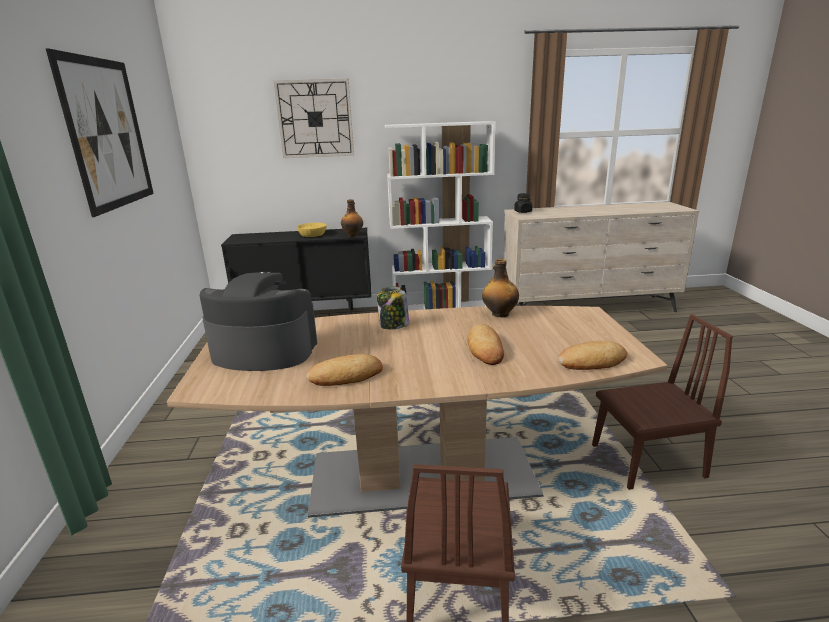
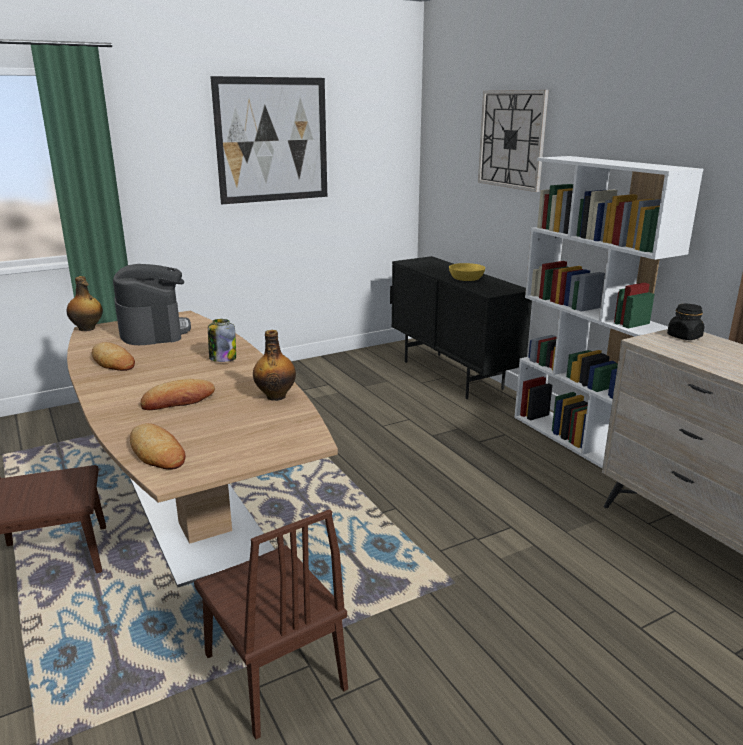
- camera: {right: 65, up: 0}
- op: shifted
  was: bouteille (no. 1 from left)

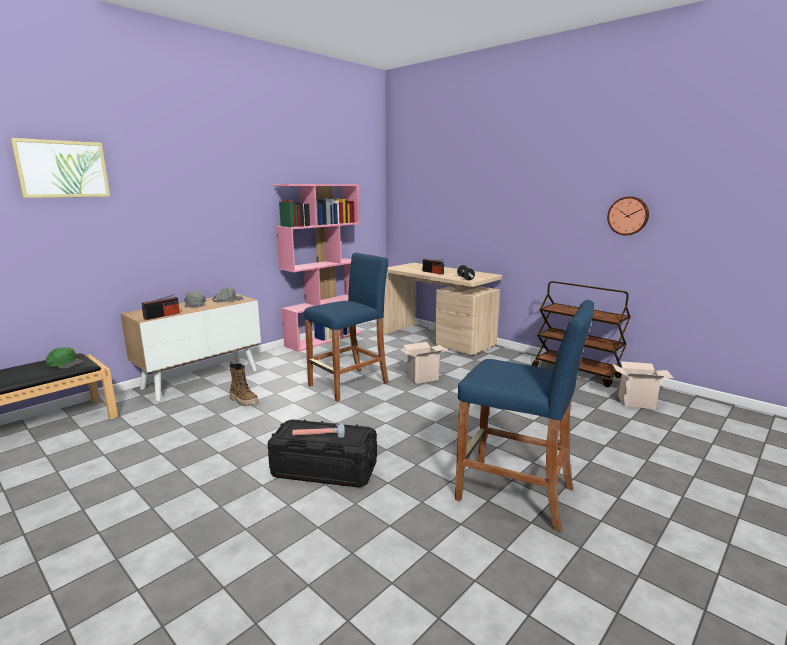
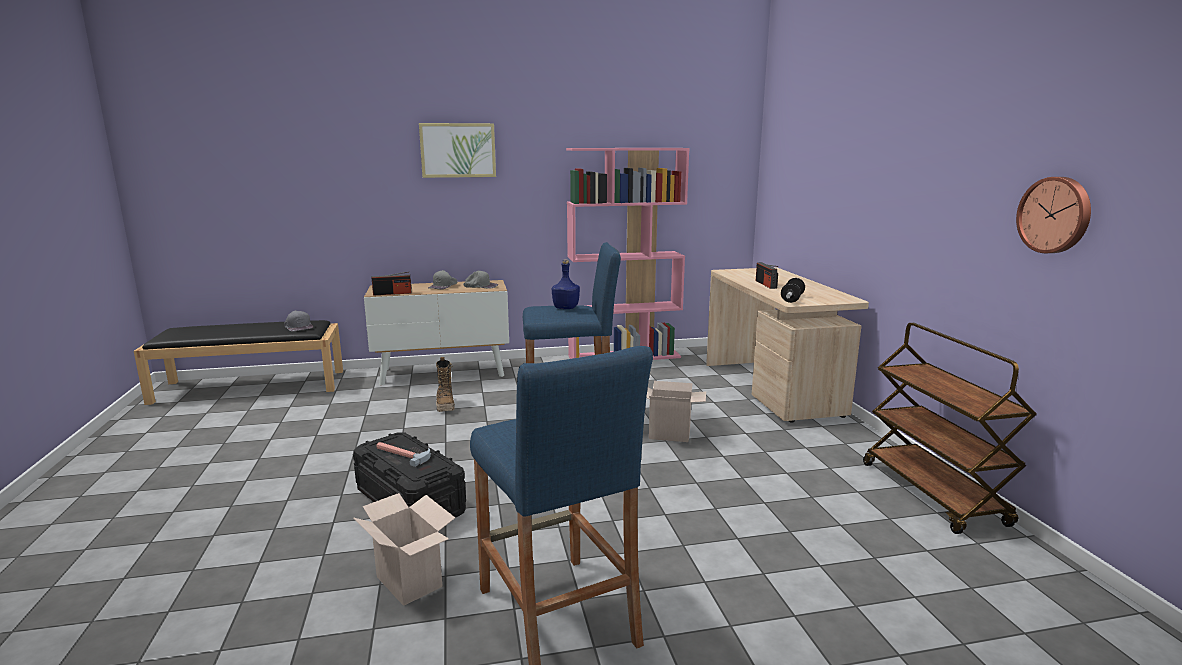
- camera: {right: 35, up: 0}
- op: shifted
  was: tableau
- op: repainted
  was: casquette/vert
  now: casquette/gris (no. 1 from left)
- op: shifted
  was: carton (no. 2 from left in the first image)
  now: carton (no. 1 from left)
- op: new
  now: bouteille/bleu

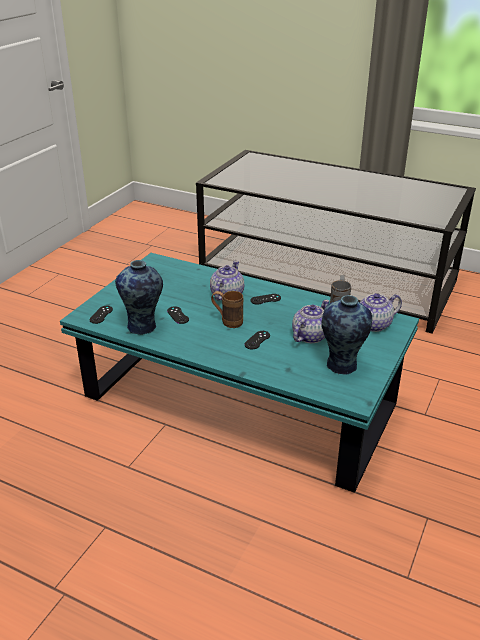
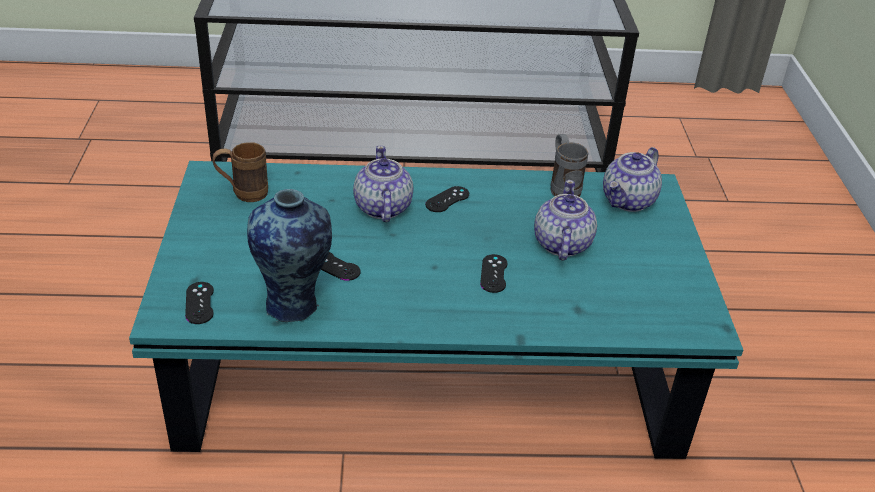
- camera: {right: -30, up: 5}
- op: shifted
  was: mug/marron
- op: gone
  was: vase (no. 2 from left)

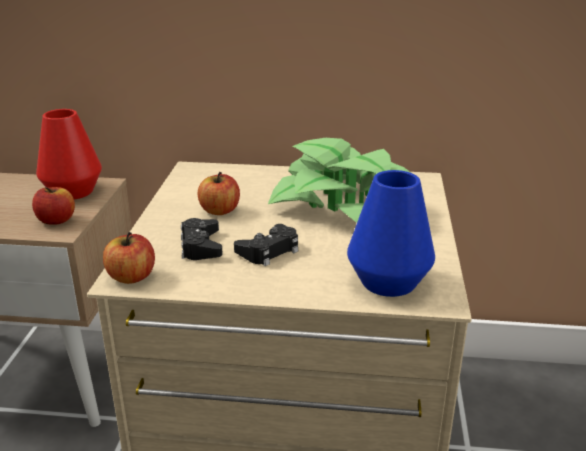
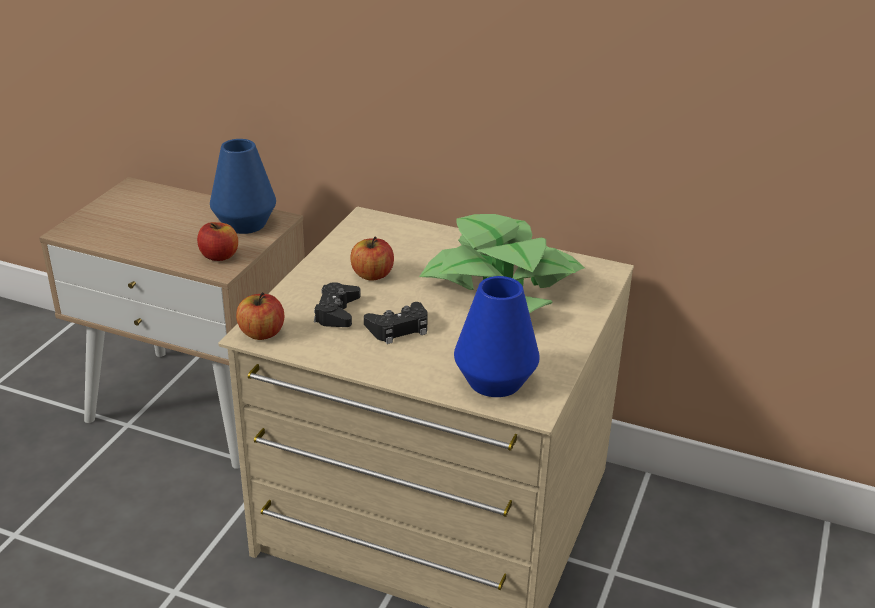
- camera: {right: 15, up: 5}
- op: repainted
  was: vase/rouge
  now: vase/bleu (no. 1 from left)

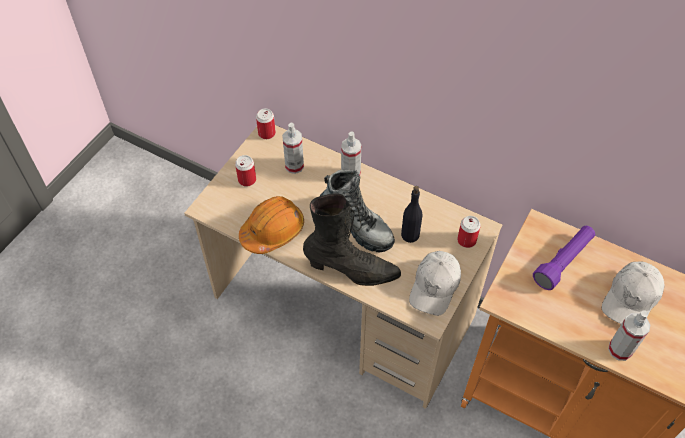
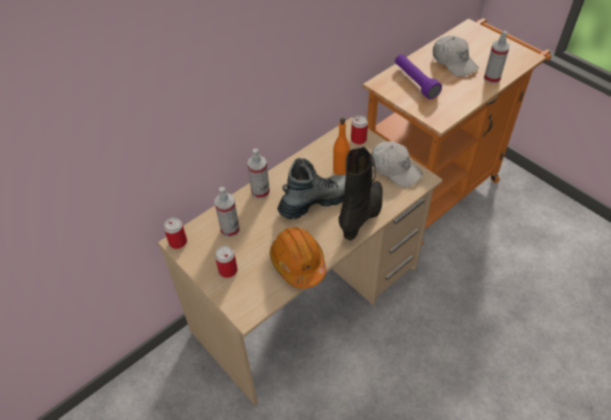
- camera: {right: -70, up: -5}
- op: repainted
  was: bouteille/noir
  now: bouteille/orange

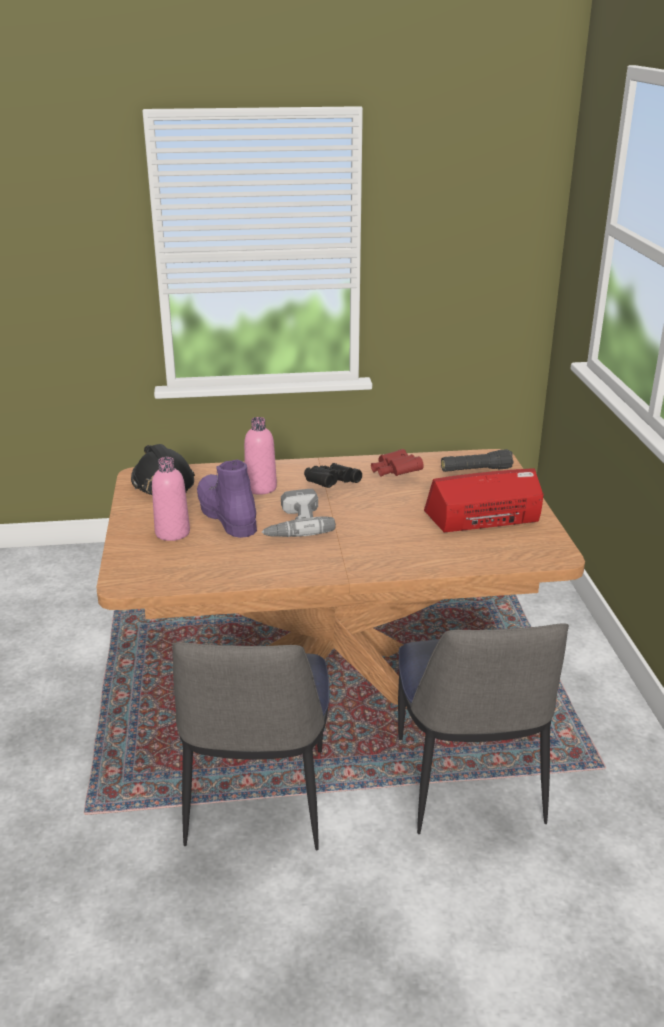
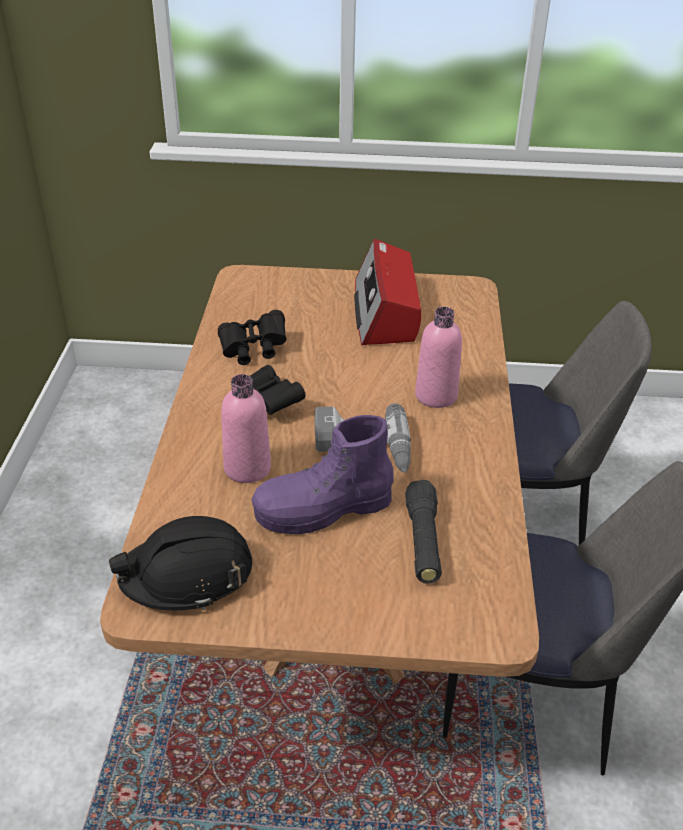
- camera: {right: -80, up: 10}
- op: shifted
  was: bouteille/rose (no. 1 from left in the first image)
  now: bouteille/rose (no. 2 from left)
- op: repainted
  was: jumelles/rouge
  now: jumelles/noir (no. 1 from left)
- op: shifted
  was: lampe de poche/noir

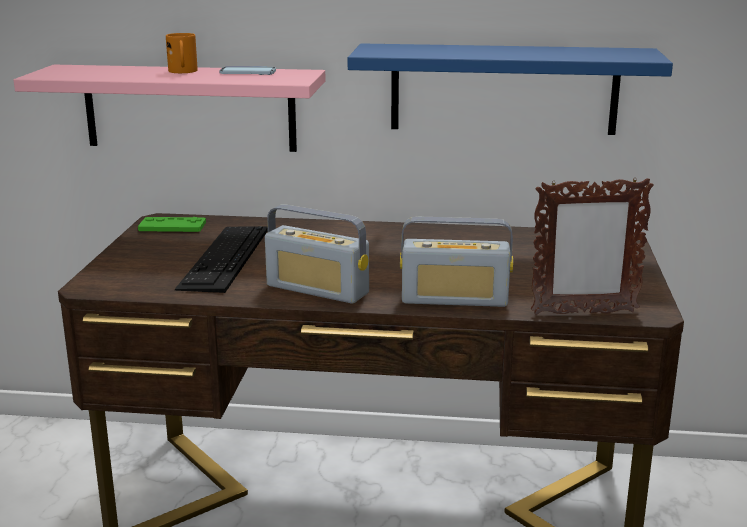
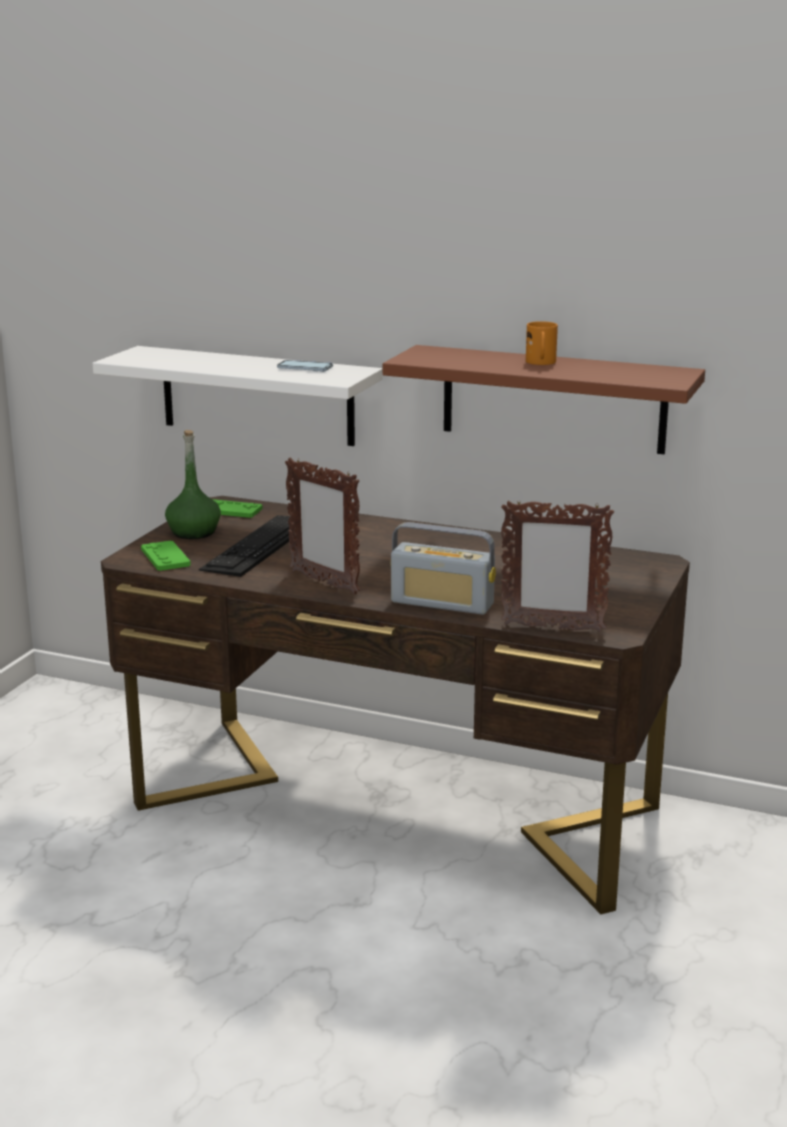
- camera: {right: 15, up: 0}
- op: repainted
  was: étagère/rose
  now: étagère/blanc
- op: shifted
  was: mug/orange
- op: swapped
  was: radio (no. 1 from left)
  now: cadre photo (no. 1 from left)
- op: repainted
  was: étagère/bleu
  now: étagère/marron
- op: new
  now: manette/vert (no. 1 from left)
- op: new
  now: bouteille/vert

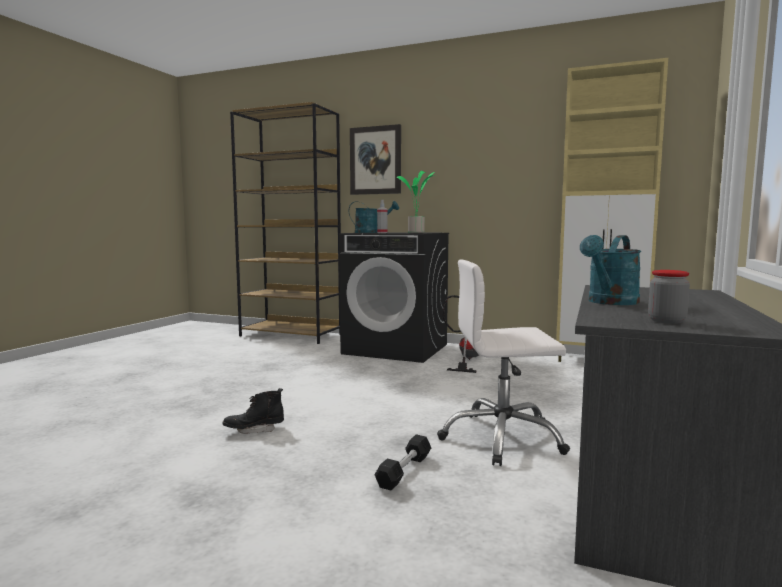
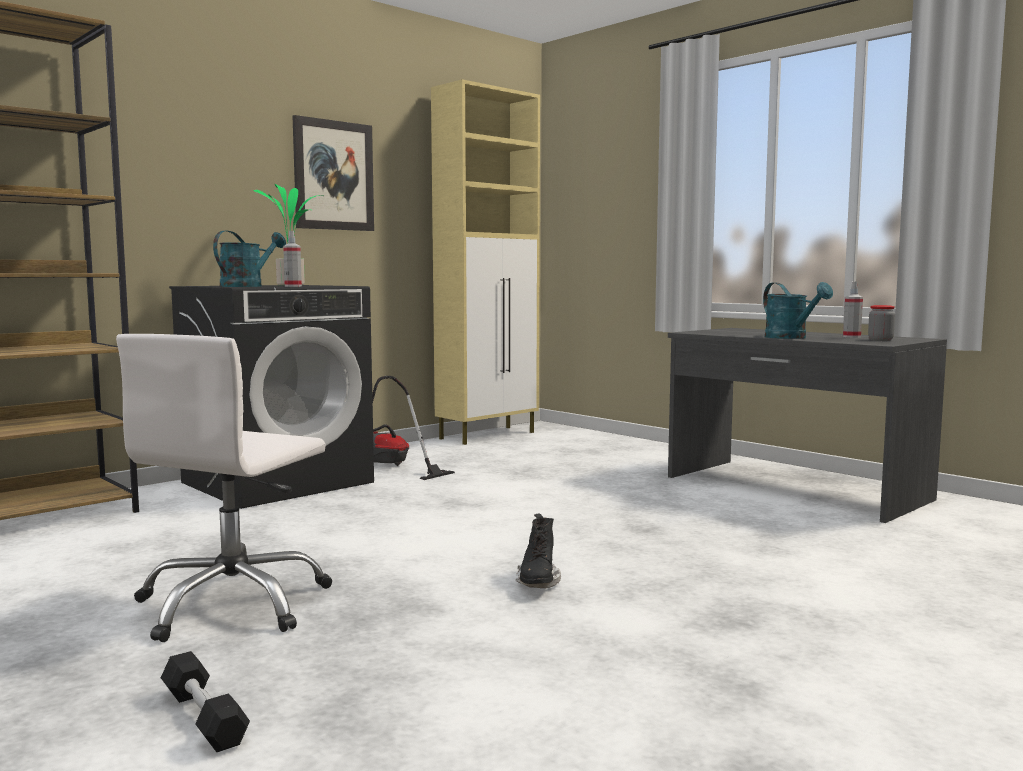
- camera: {right: -65, up: 0}
- op: shifted
  was: tableau
- op: shifted
  was: haltère/noir
- op: shifted
  was: chaise de bureau/blanc
- op: new
  now: vaporisateur (no. 2 from left)

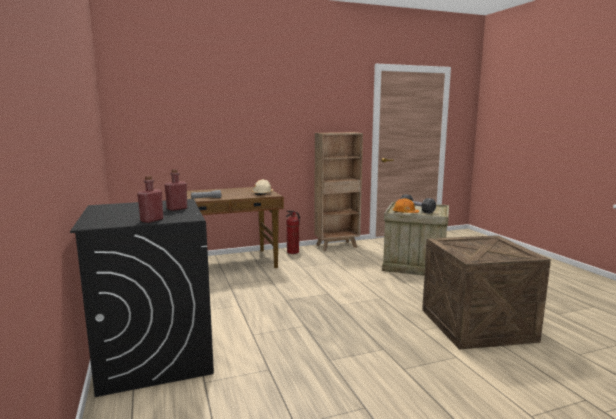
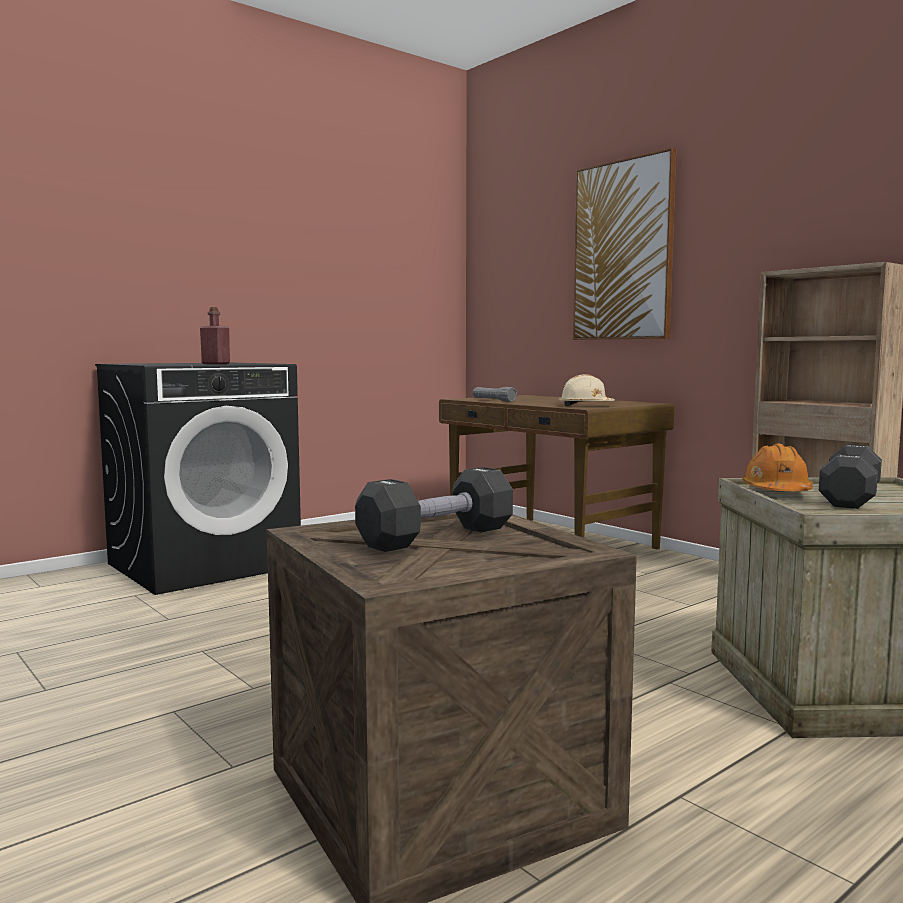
- camera: {right: 70, up: -5}
- op: gone
  was: bouteille/rouge (no. 1 from left)
- op: gone
  was: extincteur
- op: new
  now: haltère/noir (no. 1 from left)
- op: new
  now: tableau

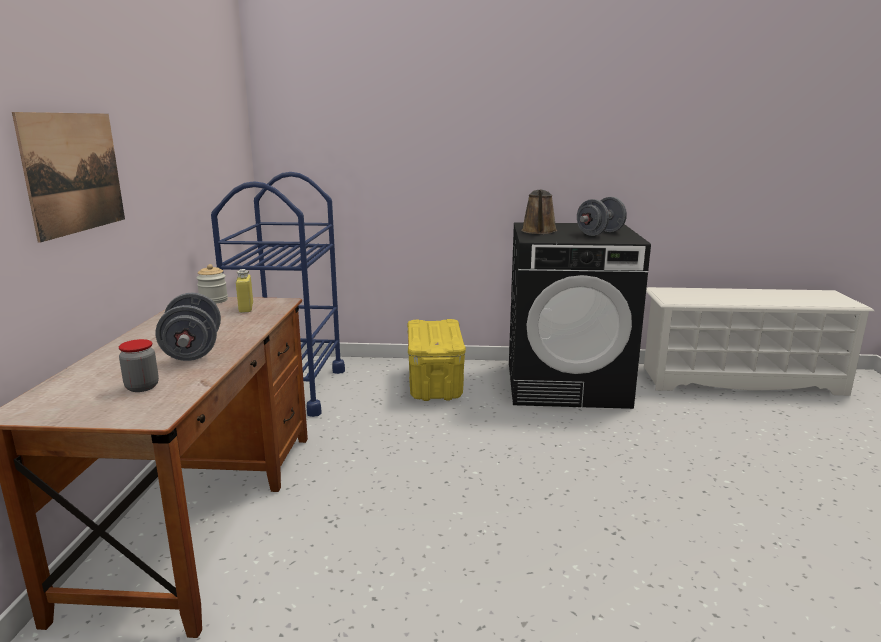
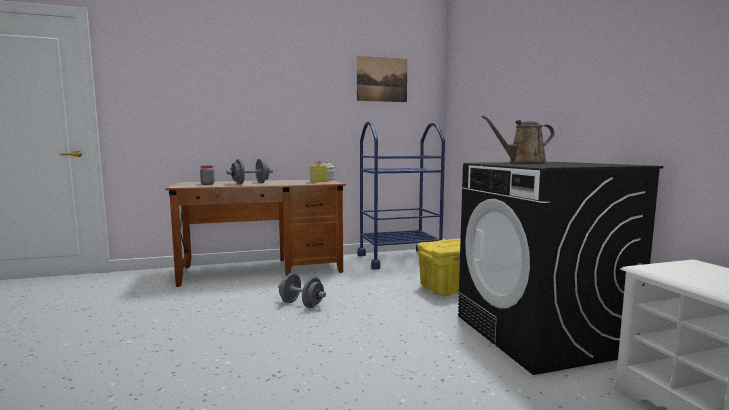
- camera: {right: 70, up: -10}
- op: shifted
  was: tableau
- op: shifted
  was: haltère/gris (no. 2 from left)

